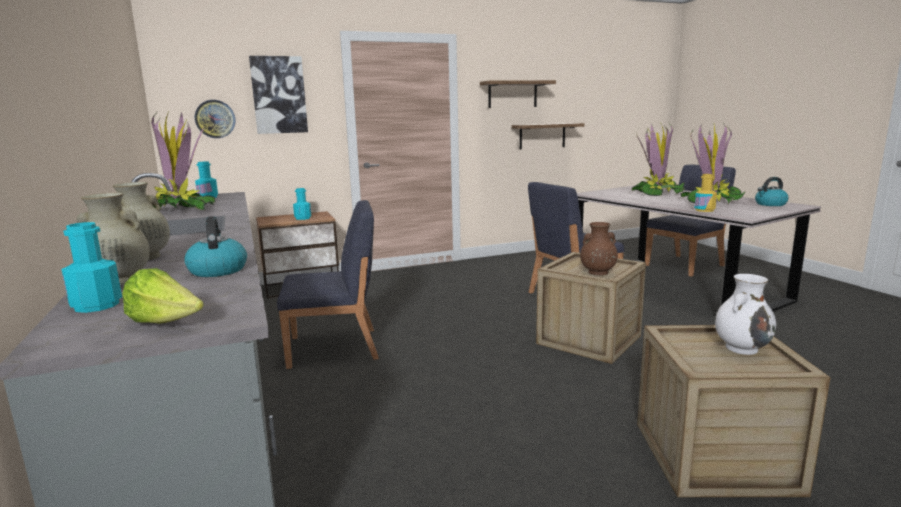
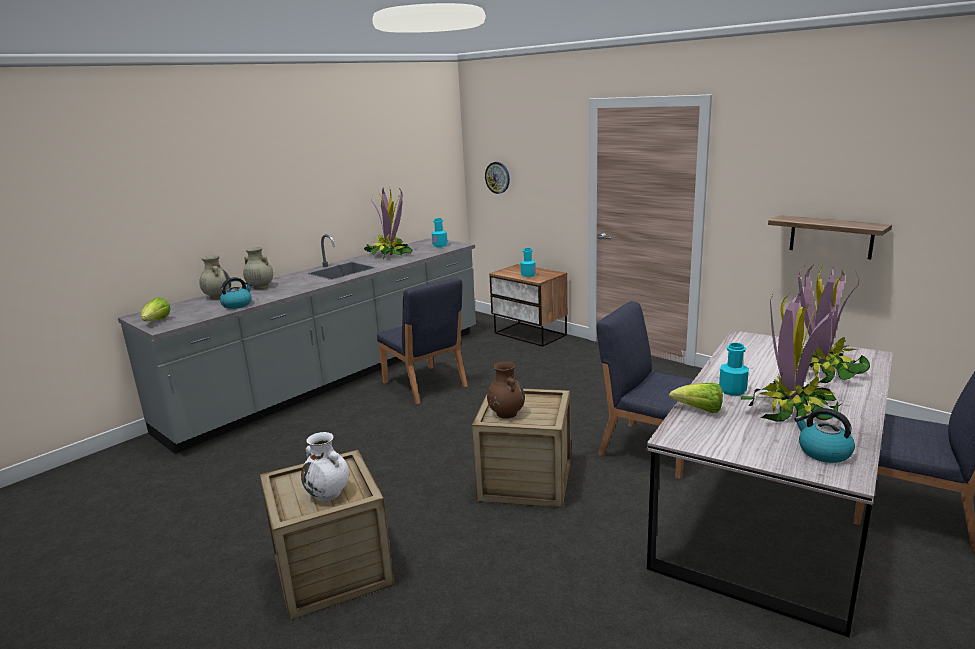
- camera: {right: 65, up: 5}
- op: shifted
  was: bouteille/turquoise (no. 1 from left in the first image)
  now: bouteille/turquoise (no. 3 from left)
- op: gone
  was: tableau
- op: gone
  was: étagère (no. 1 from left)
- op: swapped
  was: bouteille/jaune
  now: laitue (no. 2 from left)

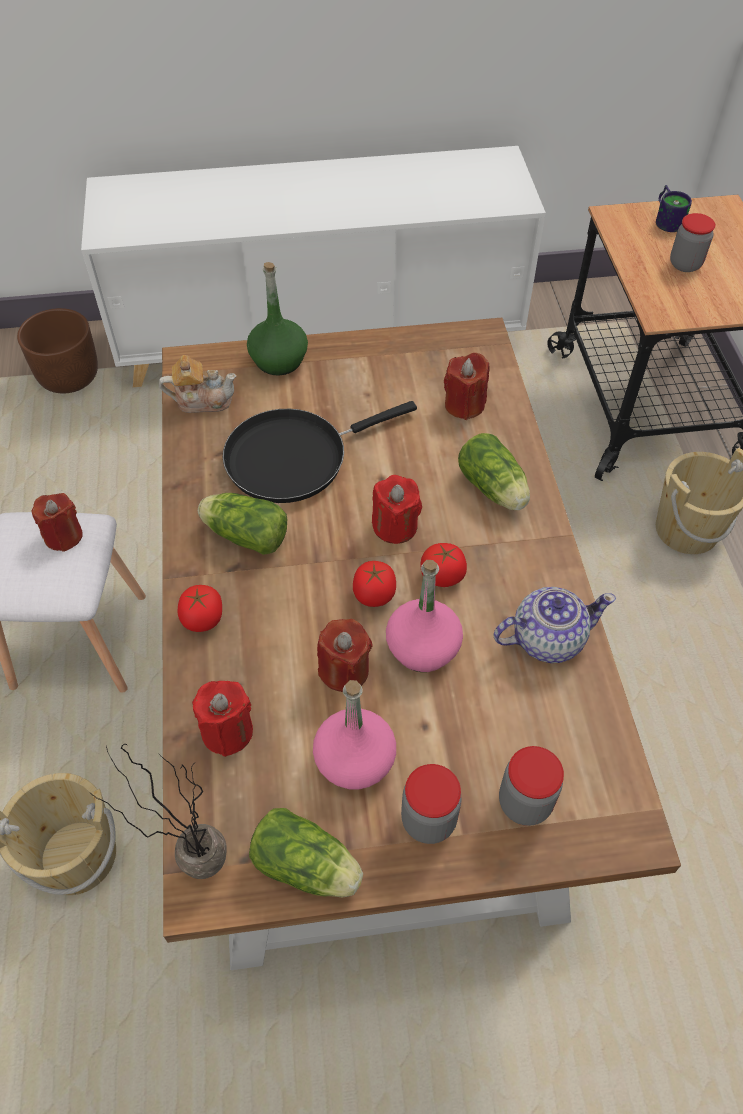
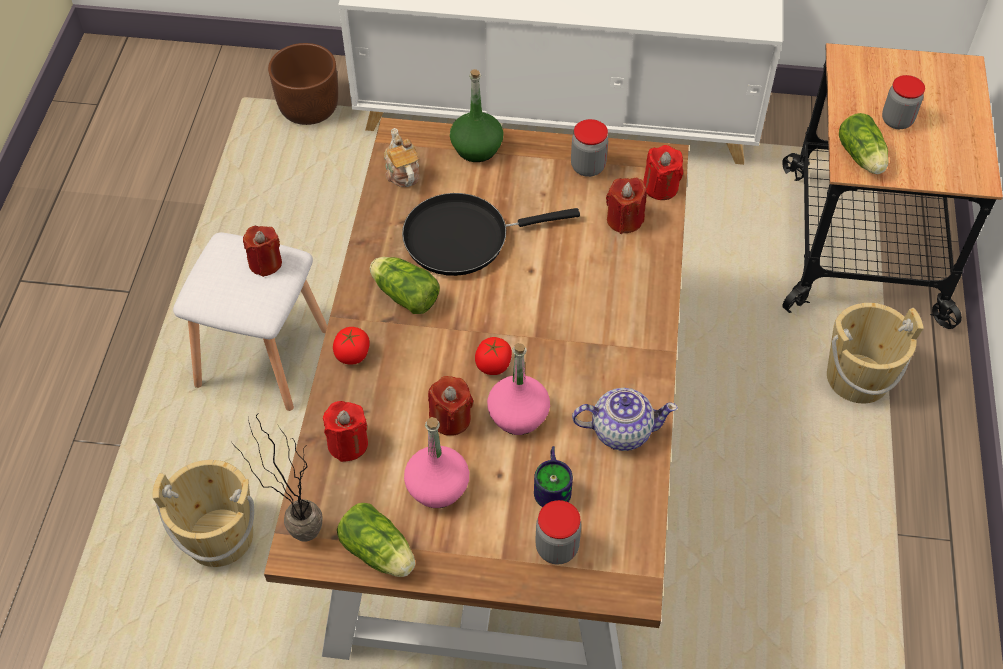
- camera: {right: 15, up: 0}
- op: rotated
  was: théière (no. 1 from left)
  clockwise: -120
- op: shifted
  was: bougie/rouge (no. 4 from left in the first image)
  now: bougie/rouge (no. 5 from left)
- op: shifted
  was: bocal (no. 1 from left in the first image)
  now: bocal (no. 2 from left)
- op: gone
  was: tomate (no. 3 from left)
- op: shifted
  was: laitue (no. 3 from left)
- op: shifted
  was: mug

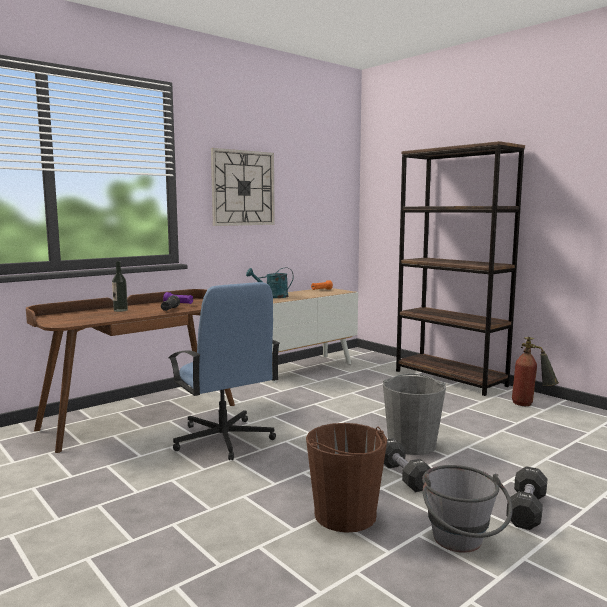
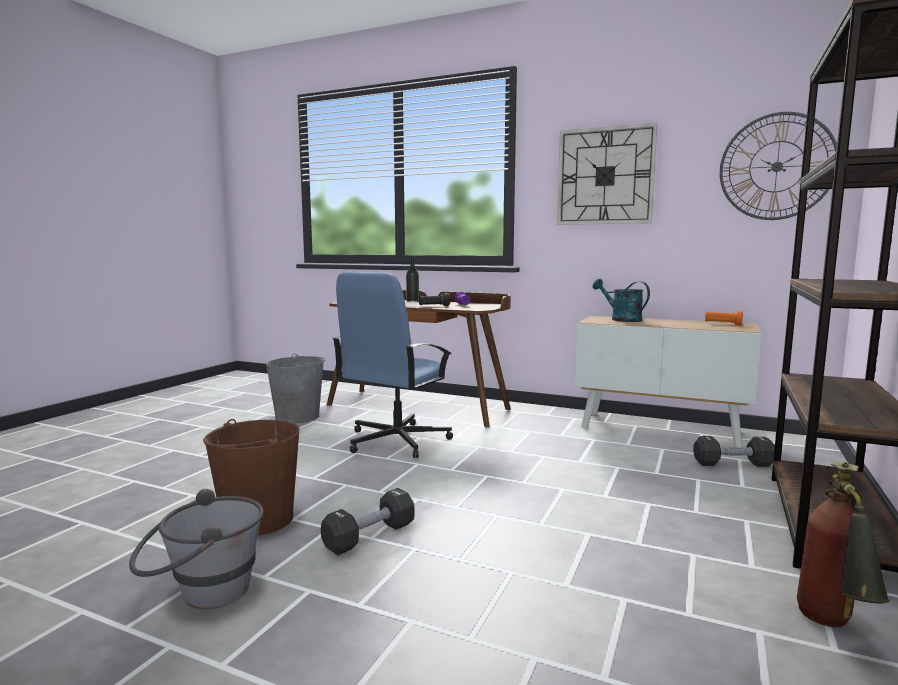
- camera: {right: 65, up: 0}
- op: shifted
  was: seau/gris (no. 1 from left in the first image)
  now: seau/gris (no. 2 from left)
- op: shifted
  was: haltère/noir (no. 2 from left)
- op: new
  now: horloge murale (no. 2 from left)

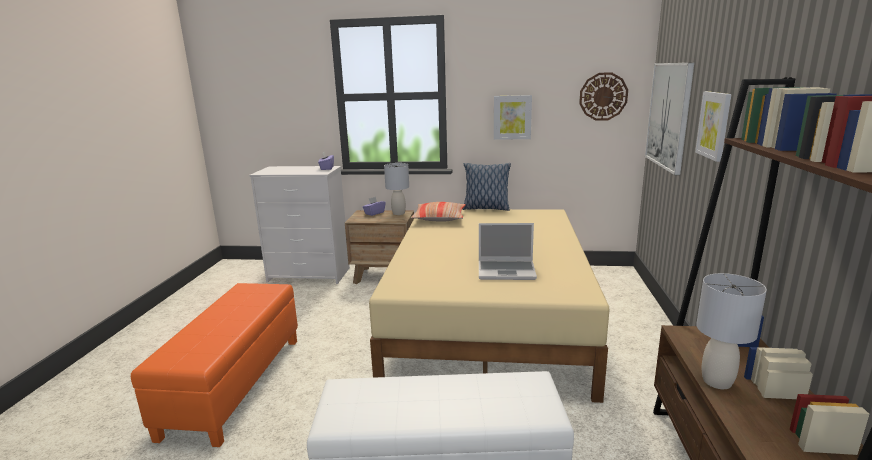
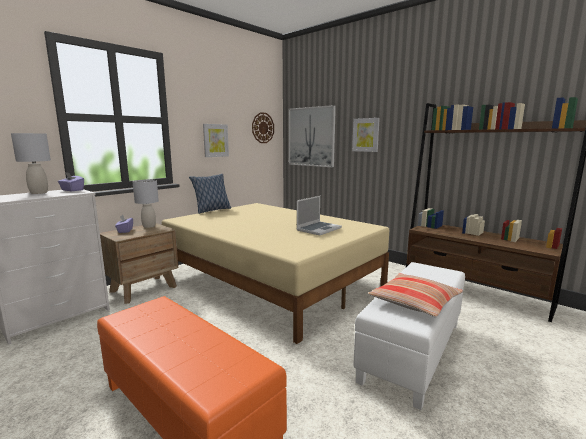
- camera: {right: -55, up: -5}
- op: shifted
  was: coussin (no. 1 from left in the first image)
  now: coussin (no. 2 from left)
- op: shifted
  was: lampe de table/gris (no. 2 from left in the first image)
  now: lampe de table/gris (no. 1 from left)

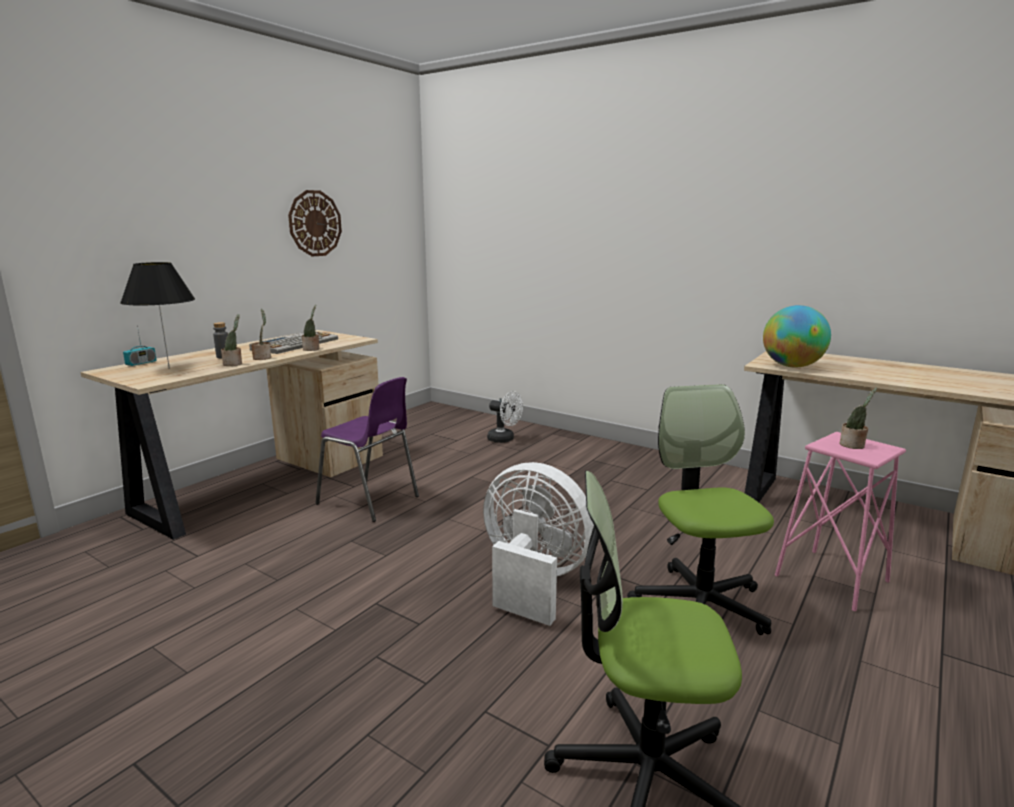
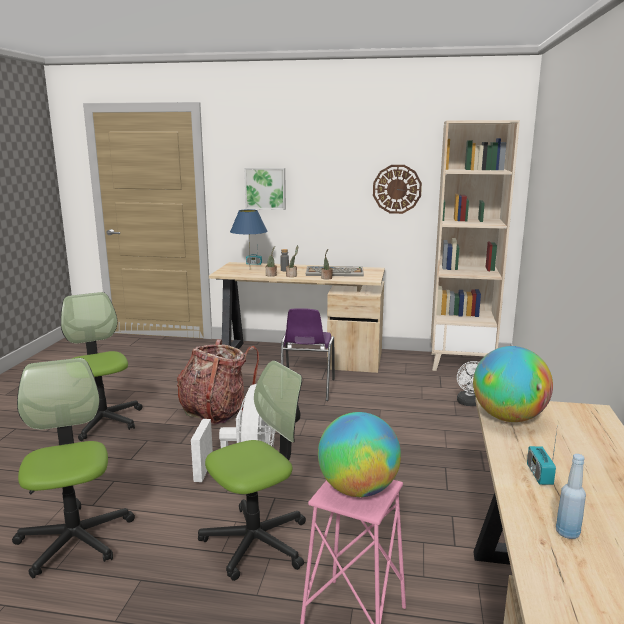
- camera: {right: 65, up: 0}
- op: repainted
  was: lampe de table/noir
  now: lampe de table/bleu
- op: swapped
  was: plante en pot (no. 4 from left)
  now: globe (no. 1 from left)
- op: new
  now: chaise de bureau (no. 2 from left)
- op: new
  now: sac à dos
- op: new
  now: tableau
- op: new
  now: bibliothèque/beige
- op: new
  now: radio (no. 2 from left)
- op: new
  now: bouteille/bleu

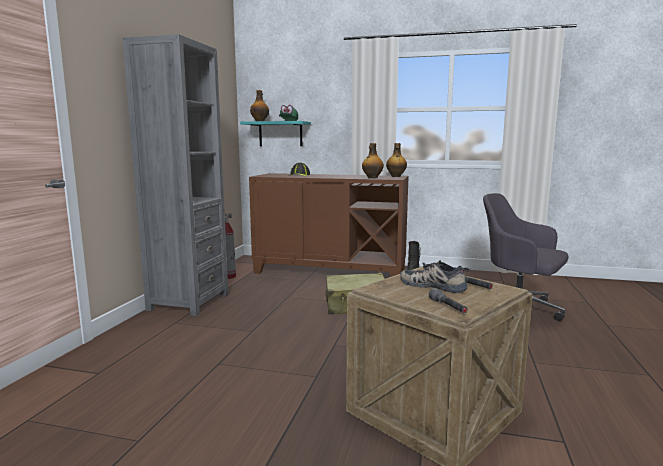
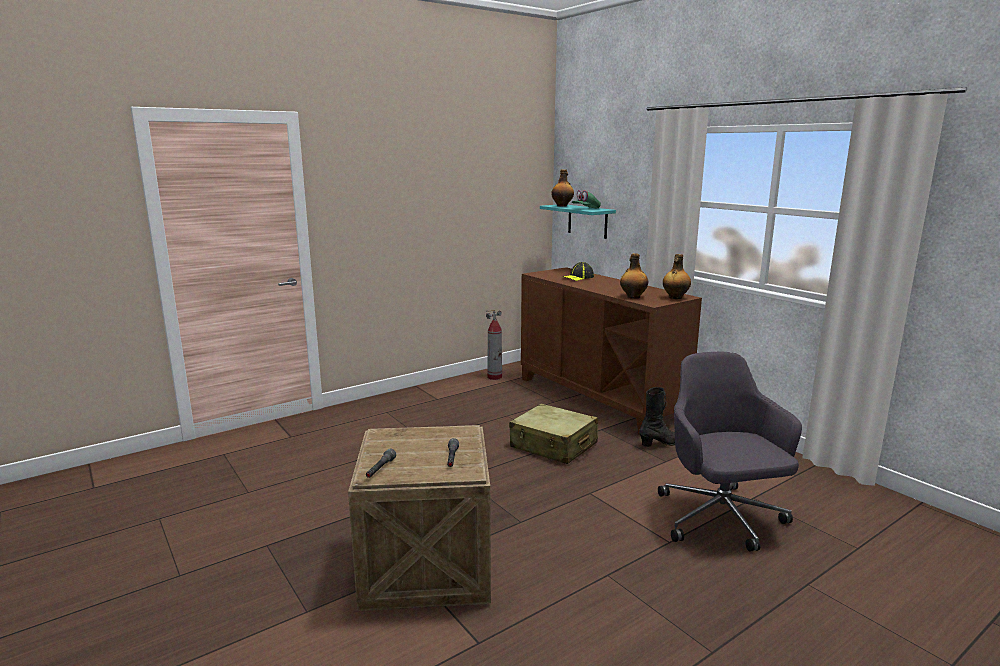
- camera: {right: 40, up: 5}
- op: gone
  was: bibliothèque/gris
- op: gone
  was: chaussure

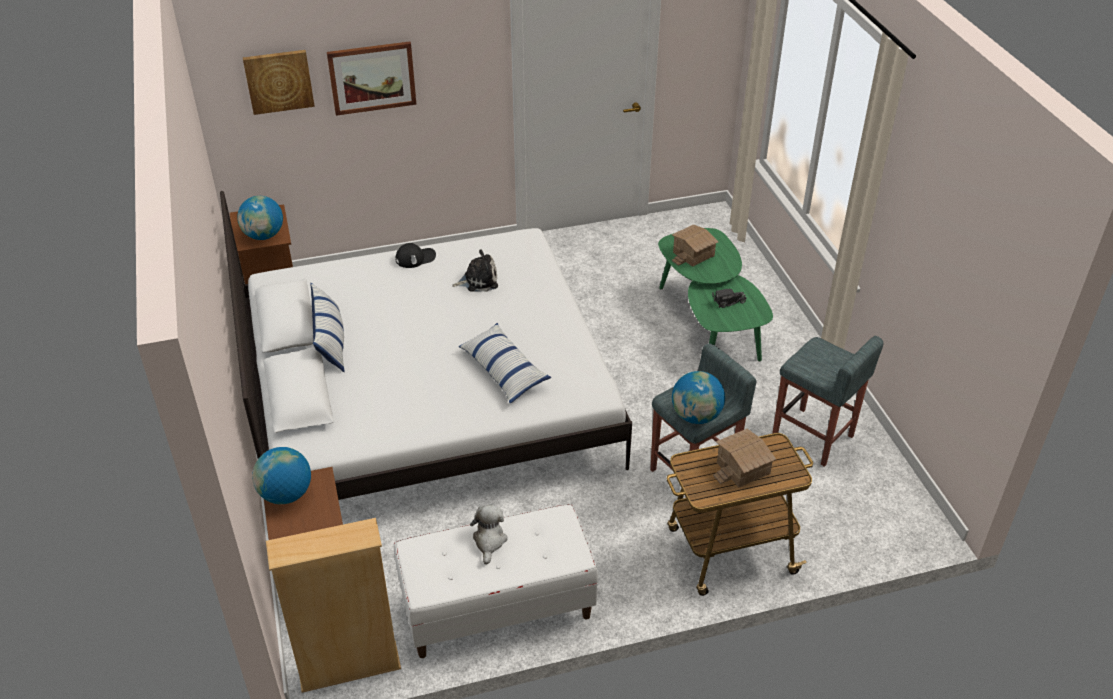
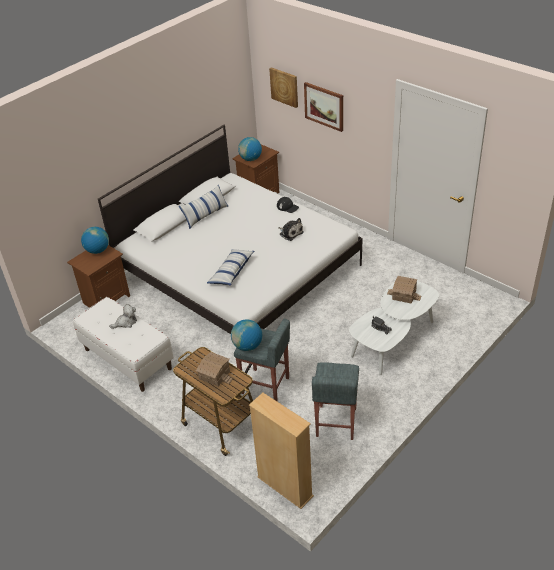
- camera: {right: 60, up: 0}
- op: shifted
  was: bibliothèque/beige
- op: repainted
  was: table basse/vert
  now: table basse/blanc

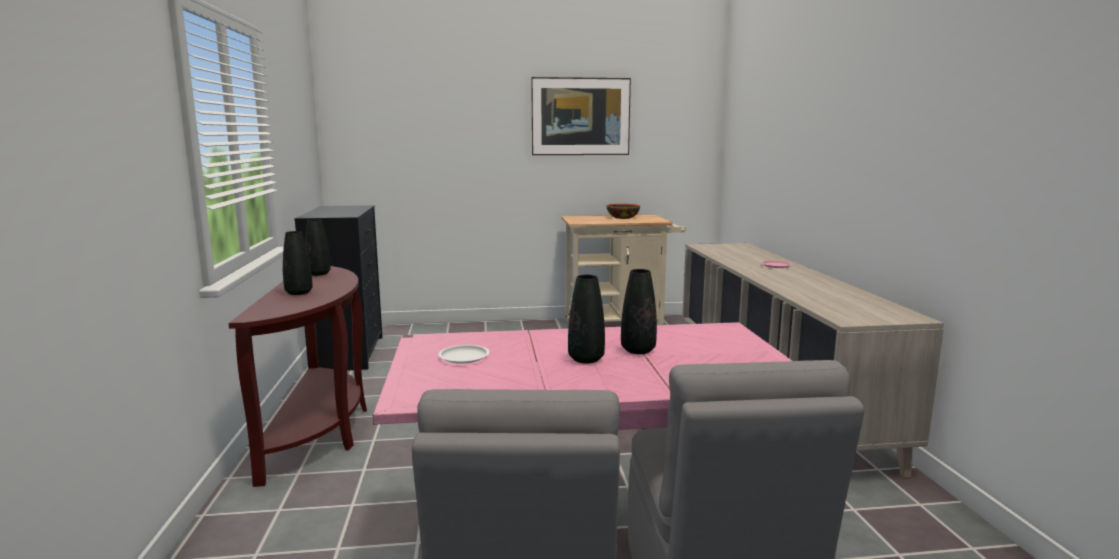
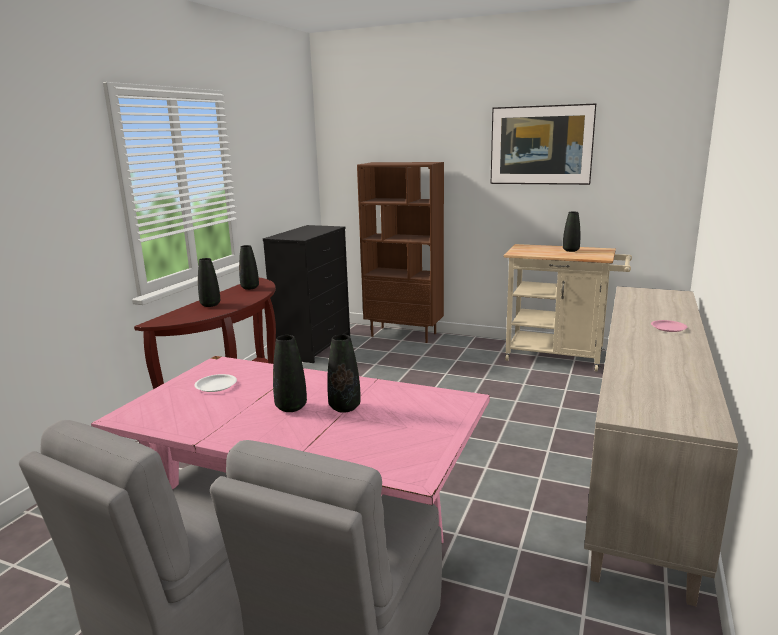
- camera: {right: 30, up: 5}
- op: swapped
  was: bol
  now: vase/noir (no. 5 from left)
- op: new
  now: bibliothèque/marron

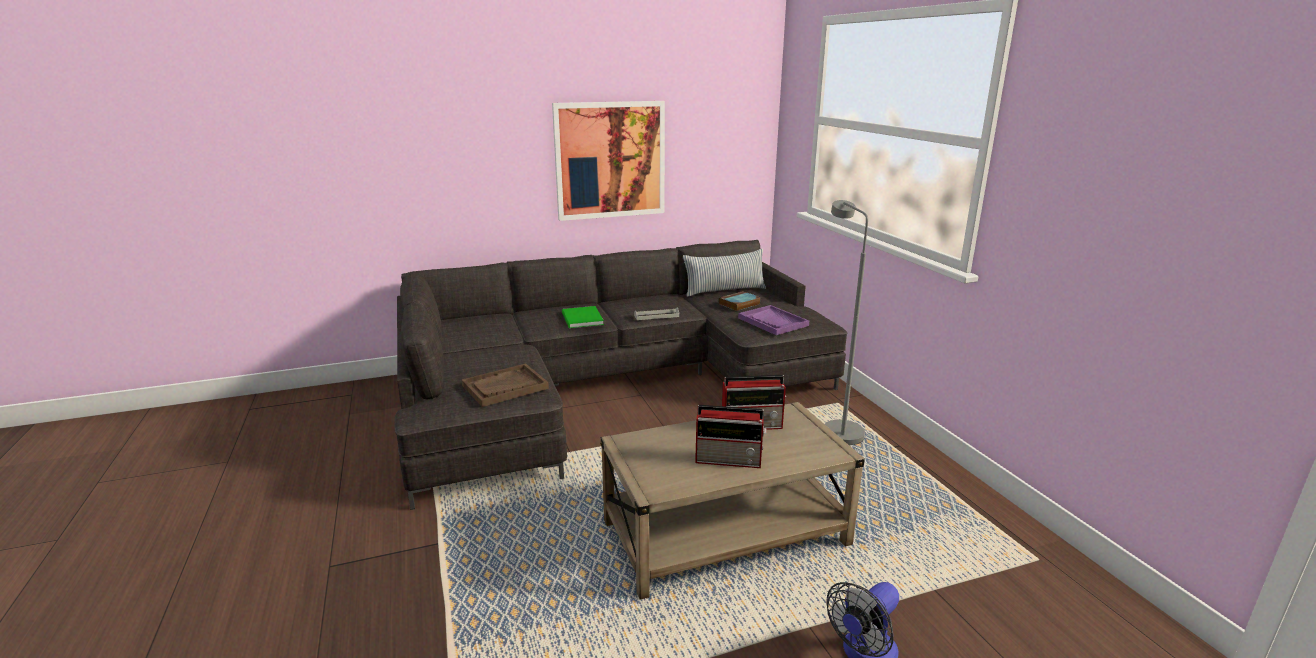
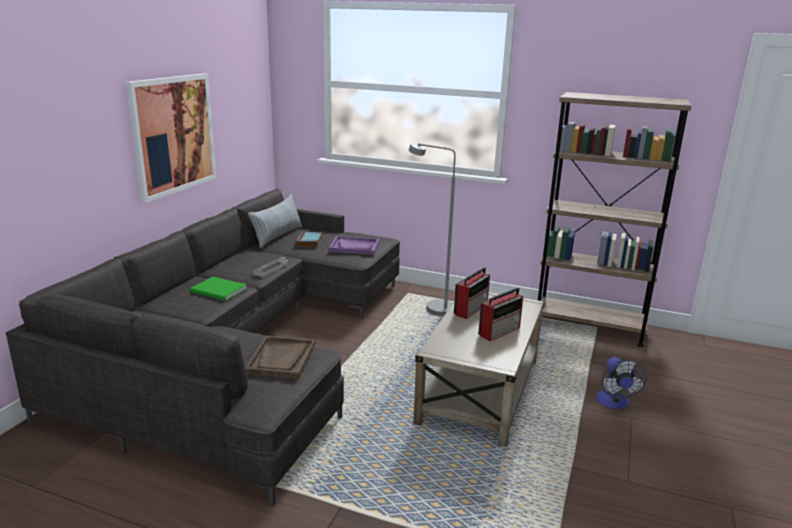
- camera: {right: -50, up: 0}
- op: new
  now: bibliothèque/marron

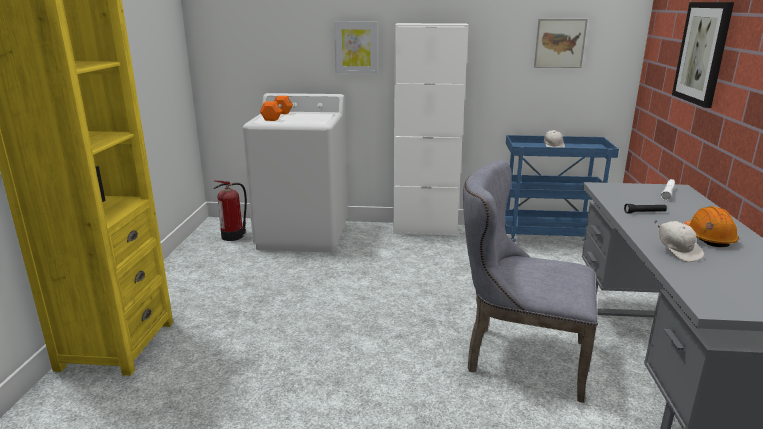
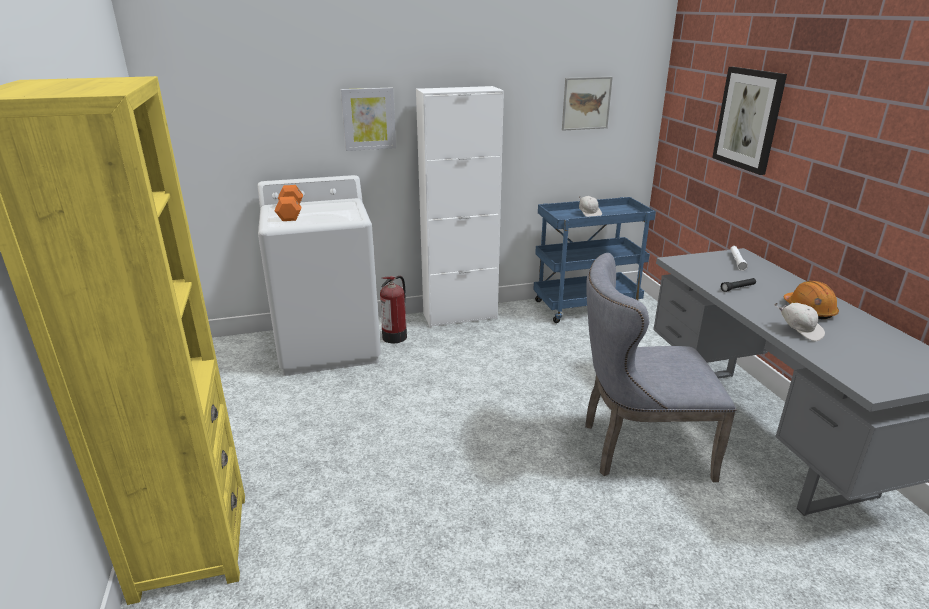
- camera: {right: -20, up: 5}
- op: shifted
  was: extincteur

